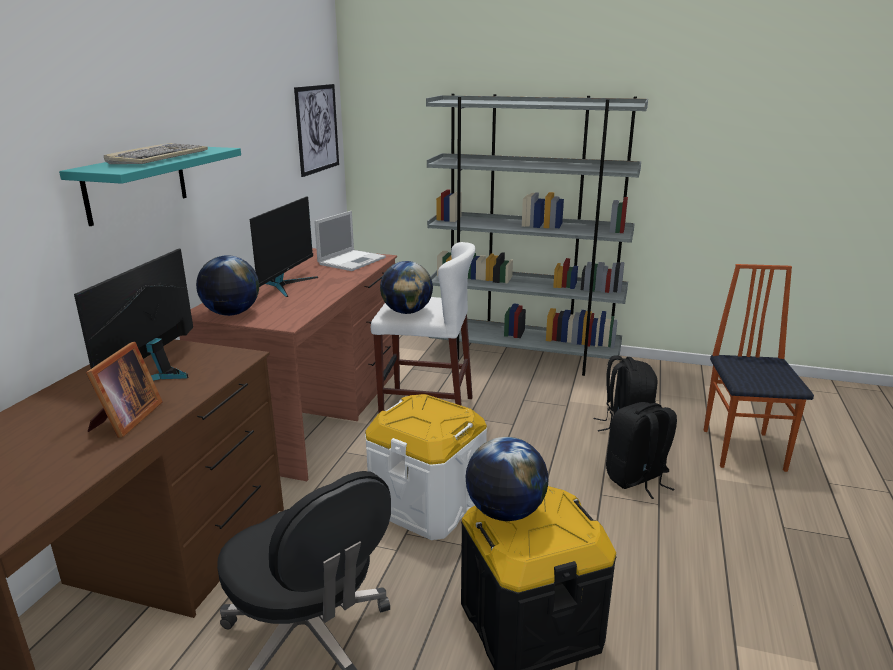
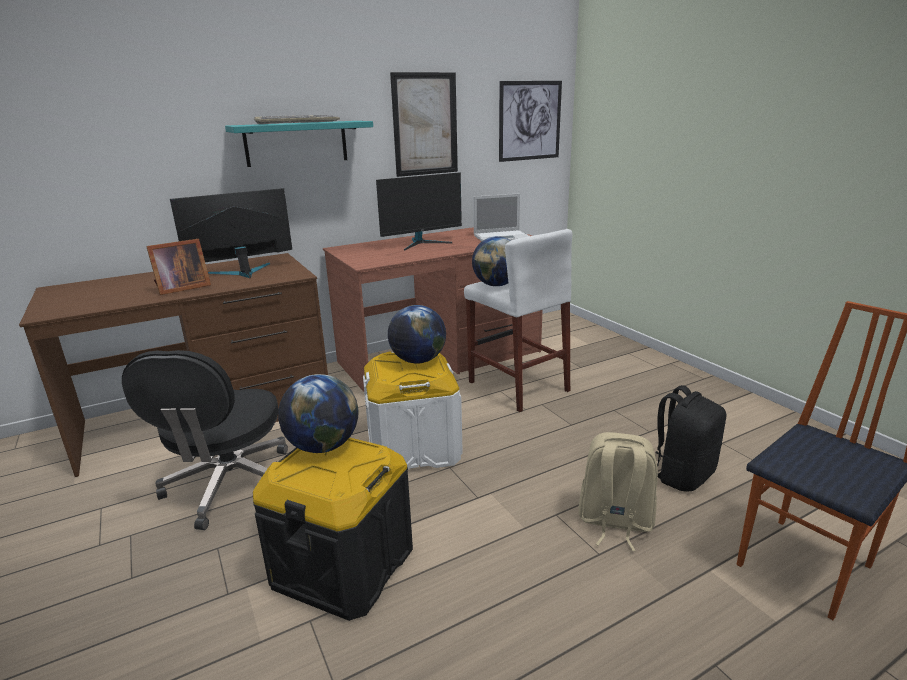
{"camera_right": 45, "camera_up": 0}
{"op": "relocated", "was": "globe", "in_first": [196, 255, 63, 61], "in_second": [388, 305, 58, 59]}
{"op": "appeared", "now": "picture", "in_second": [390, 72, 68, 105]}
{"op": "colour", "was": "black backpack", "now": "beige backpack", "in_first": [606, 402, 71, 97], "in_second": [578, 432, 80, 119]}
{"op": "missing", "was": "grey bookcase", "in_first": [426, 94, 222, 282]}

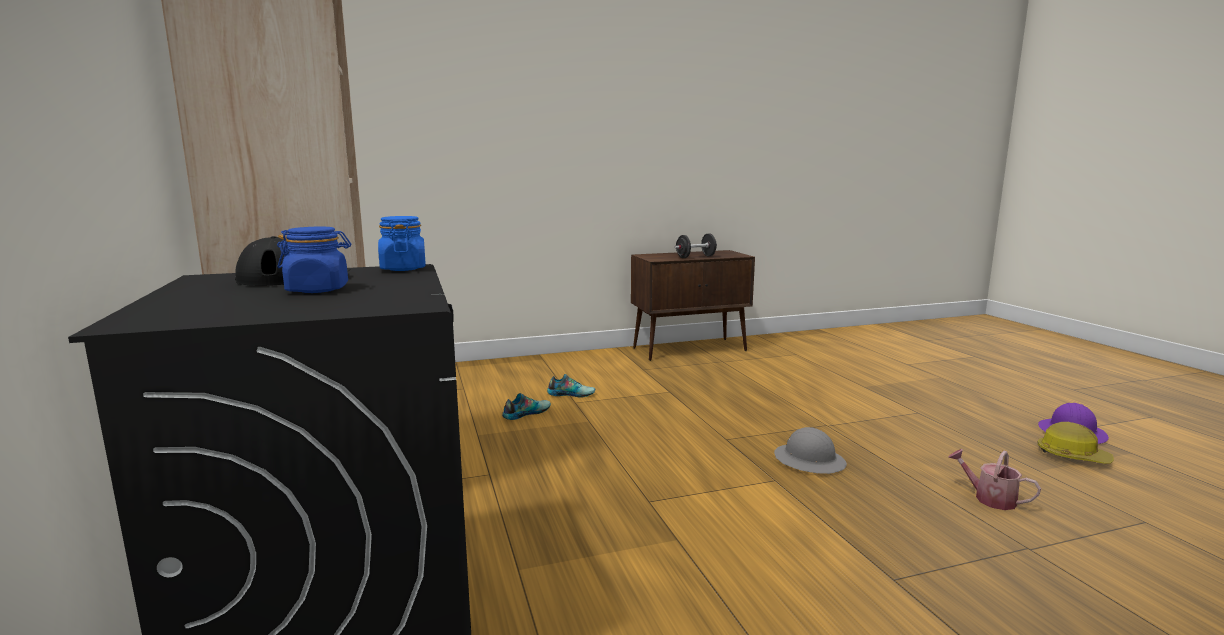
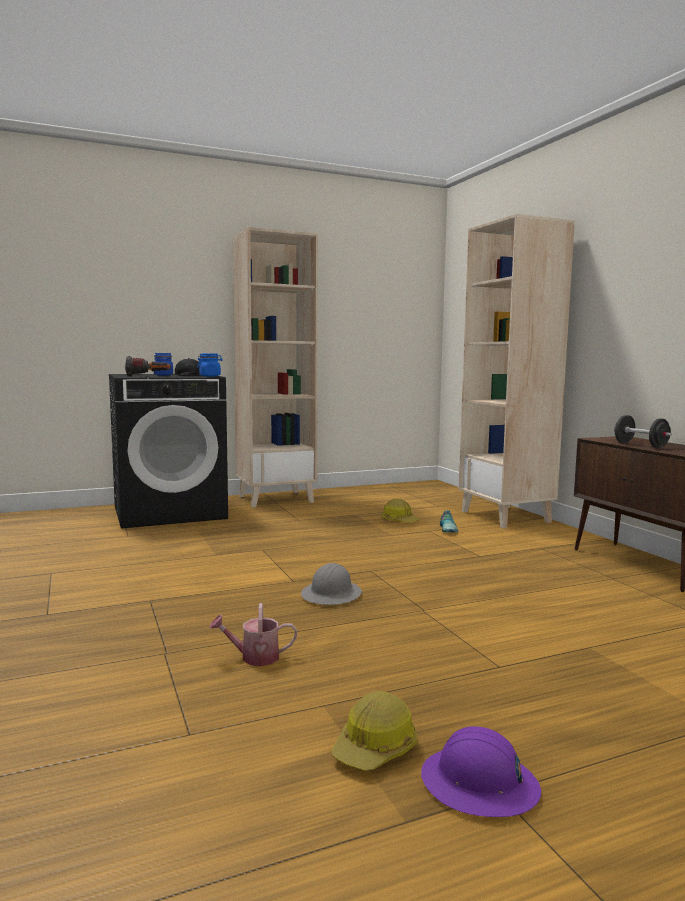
{"camera_right": 85, "camera_up": -5}
{"op": "appeared", "now": "flashlight", "in_second": [125, 356, 46, 20]}
{"op": "spun", "was": "watering can", "in_first": [948, 449, 93, 61], "in_second": [209, 603, 88, 63], "clockwise": -135}
{"op": "exchanged", "was": "shoe", "now": "hard hat", "in_first": [502, 393, 49, 27], "in_second": [381, 499, 39, 23]}
{"op": "appeared", "now": "beige bookcase", "in_second": [458, 214, 117, 314]}

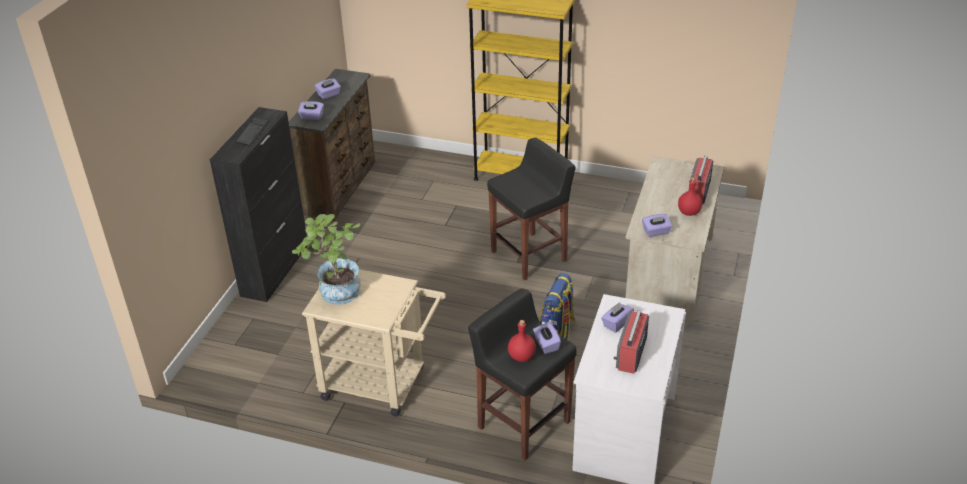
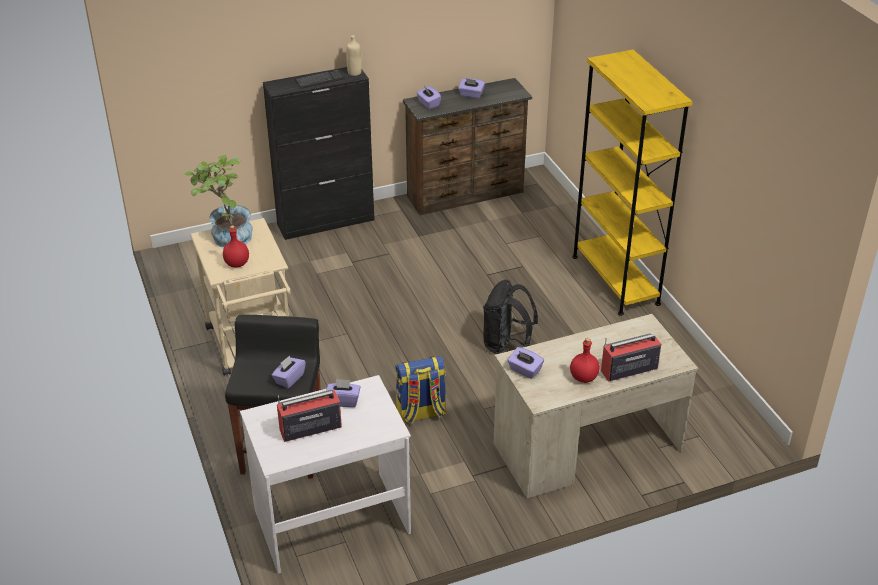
{"camera_right": 50, "camera_up": 0}
{"op": "relocated", "was": "red bottle", "in_first": [508, 320, 28, 42], "in_second": [223, 225, 26, 42]}
{"op": "appeared", "now": "beige bottle", "in_second": [346, 35, 16, 41]}
{"op": "exchanged", "was": "black stool", "now": "black backpack", "in_first": [487, 138, 89, 142], "in_second": [483, 280, 55, 74]}

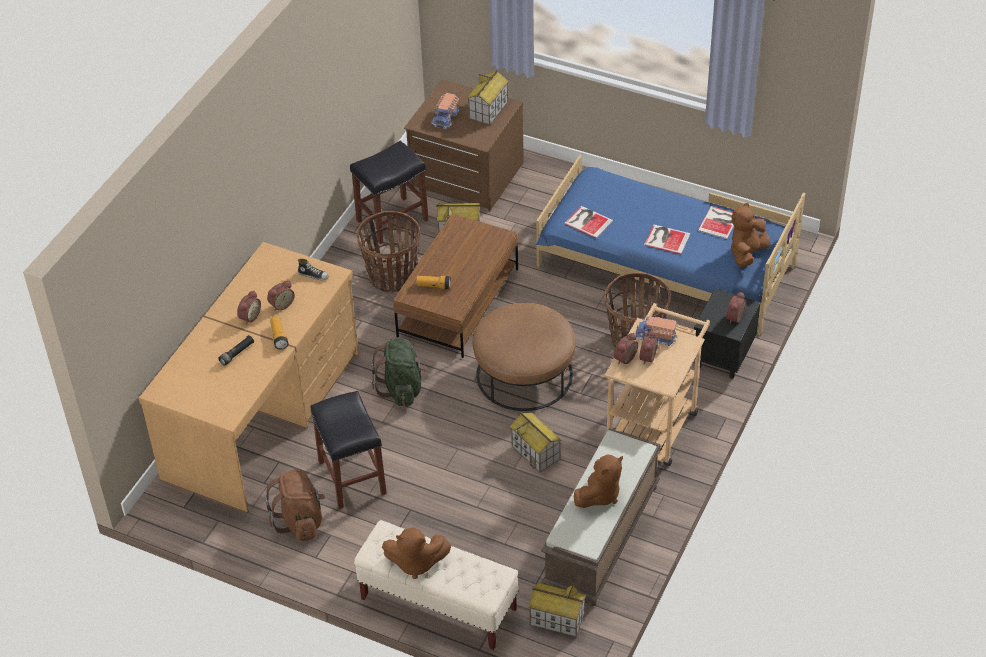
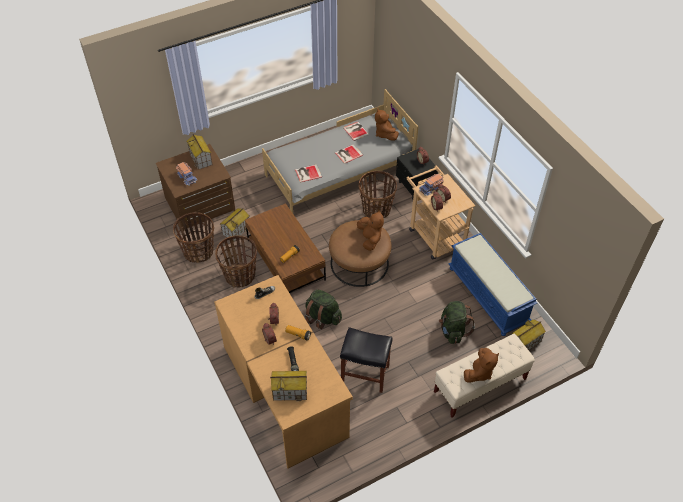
{"camera_right": -55, "camera_up": 5}
{"op": "exchanged", "was": "black stool", "now": "basket", "in_first": [350, 141, 78, 103], "in_second": [173, 212, 41, 51]}
{"op": "colour", "was": "blue bed", "now": "grey bed", "in_first": [536, 155, 270, 180], "in_second": [262, 89, 157, 124]}
{"op": "relocated", "was": "toy house", "in_first": [510, 412, 52, 61], "in_second": [270, 371, 37, 30]}
{"op": "relocated", "was": "brown plush toy", "in_first": [574, 454, 49, 54], "in_second": [357, 210, 27, 41]}
{"op": "appeared", "now": "green backpack", "in_second": [439, 301, 36, 43]}
{"op": "colour", "was": "brown bench", "now": "blue bench", "in_first": [541, 428, 121, 179], "in_second": [449, 233, 88, 103]}
{"op": "missing", "was": "brown backpack", "in_first": [265, 470, 60, 71]}

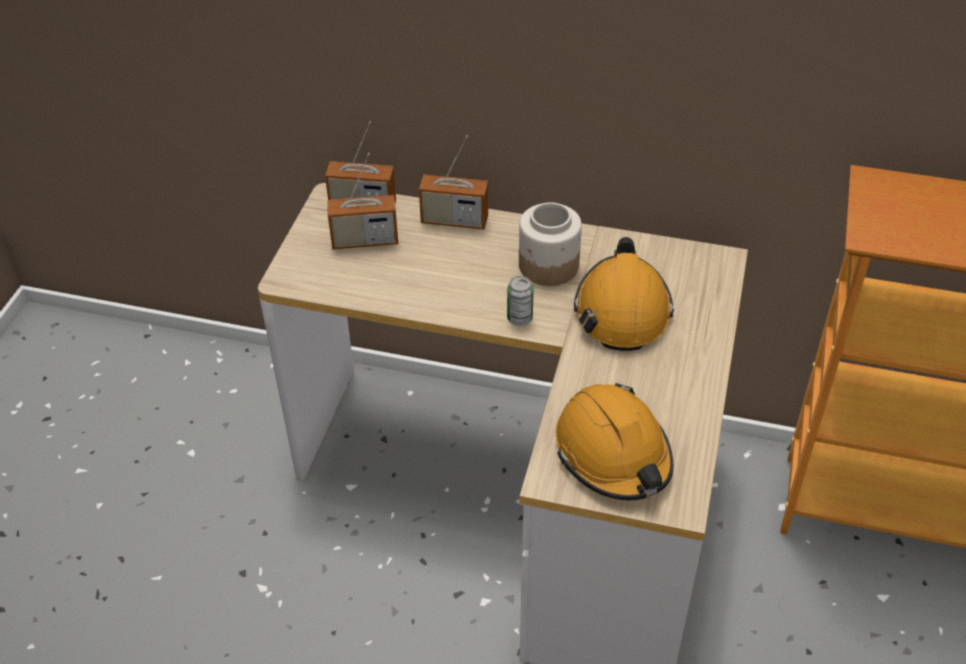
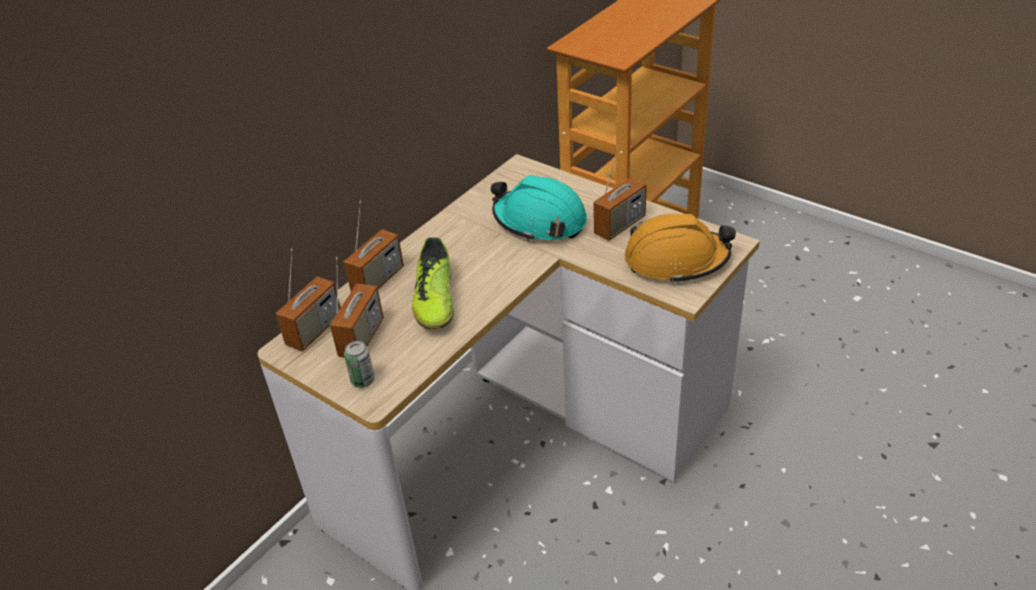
{"camera_right": -65, "camera_up": -5}
{"op": "relocated", "was": "can", "in_first": [507, 276, 27, 50], "in_second": [344, 341, 31, 47]}
{"op": "appeared", "now": "shoe", "in_second": [412, 237, 42, 92]}
{"op": "colour", "was": "orange hard hat", "now": "turquoise hard hat", "in_first": [574, 237, 100, 114], "in_second": [491, 175, 96, 66]}
{"op": "appeared", "now": "radio", "in_second": [593, 146, 54, 95]}
{"op": "missing", "was": "jar", "in_first": [519, 202, 63, 84]}

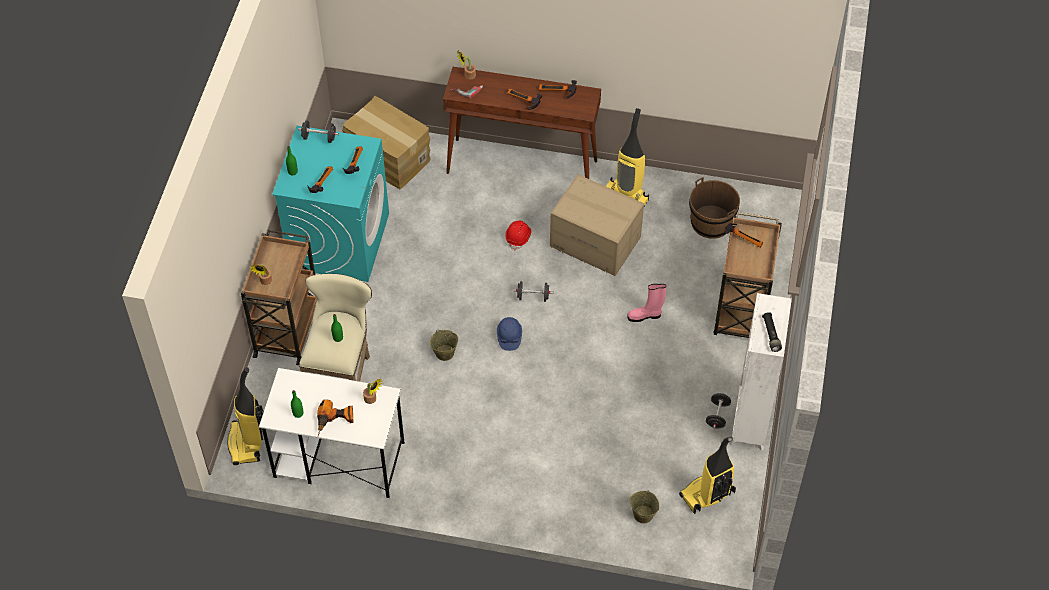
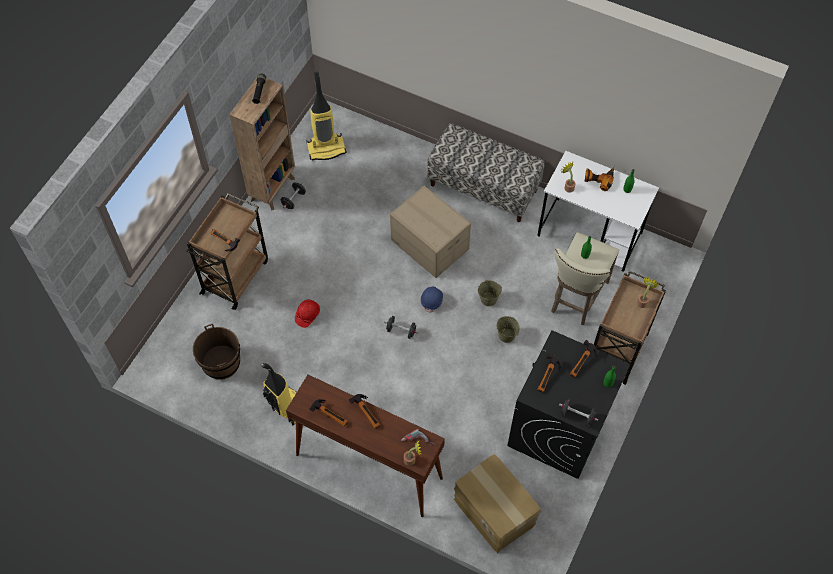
{"camera_right": -165, "camera_up": 5}
{"op": "colour", "was": "white bookcase", "now": "brown bookcase", "in_first": [729, 293, 63, 158], "in_second": [229, 78, 66, 133]}
{"op": "relocated", "was": "red hard hat", "in_first": [505, 220, 26, 30], "in_second": [295, 299, 25, 29]}
{"op": "relocated", "was": "cardboard box", "in_first": [550, 174, 94, 102], "in_second": [390, 186, 81, 92]}
{"op": "appeared", "now": "bench", "in_second": [427, 123, 118, 99]}
{"op": "relocated", "was": "beige bucket", "in_first": [630, 490, 29, 33], "in_second": [496, 316, 24, 27]}
{"op": "colour", "was": "turquoise washing machine", "now": "black washing machine", "in_first": [272, 126, 117, 156], "in_second": [507, 330, 123, 149]}
{"op": "missing", "was": "vacuum cleaner", "in_first": [227, 367, 37, 98]}
{"op": "missing", "was": "pink boot", "in_first": [627, 284, 39, 38]}

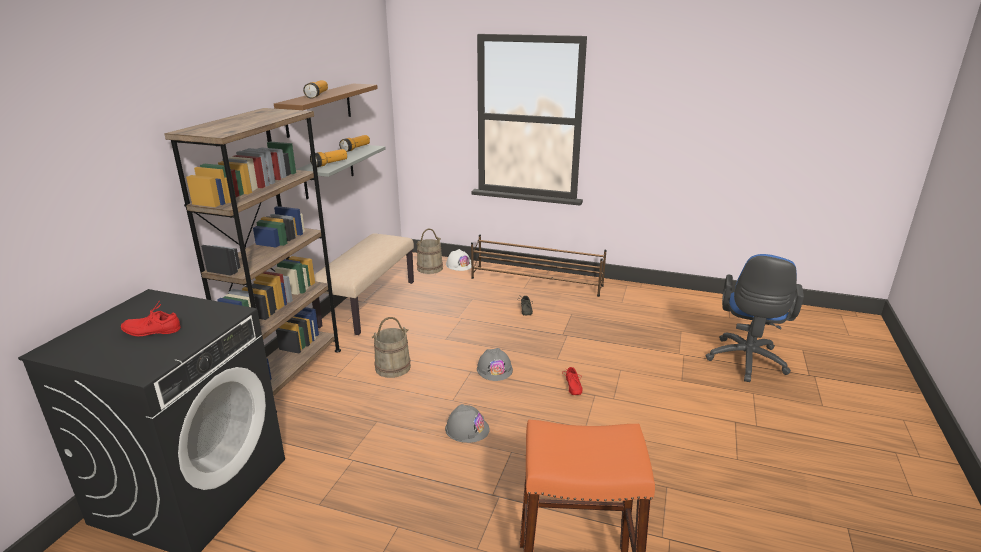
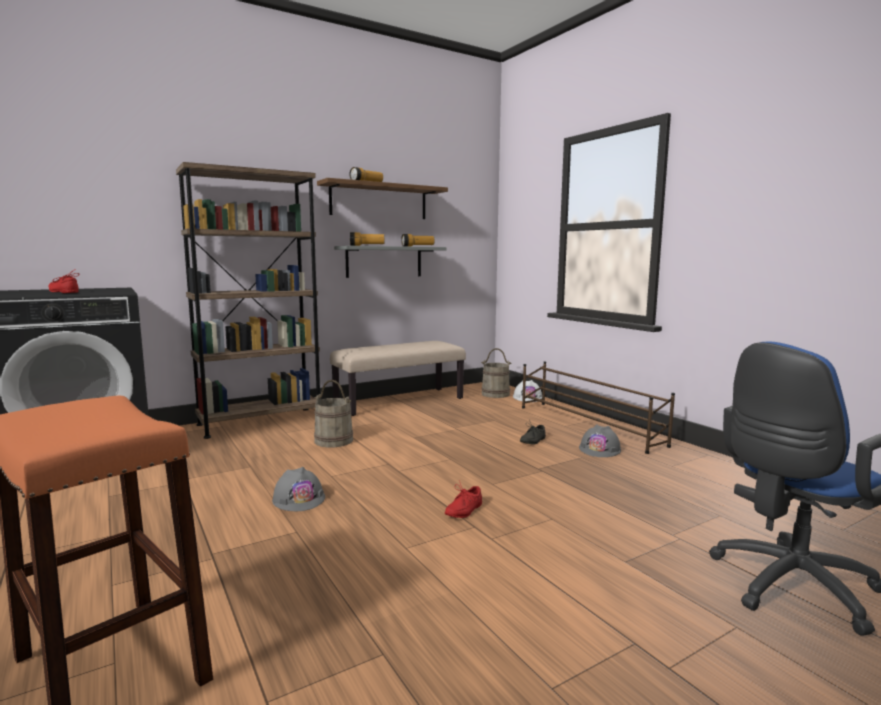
{"camera_right": 40, "camera_up": -15}
{"op": "relocated", "was": "grey hard hat", "in_first": [477, 348, 36, 33], "in_second": [579, 424, 42, 33]}

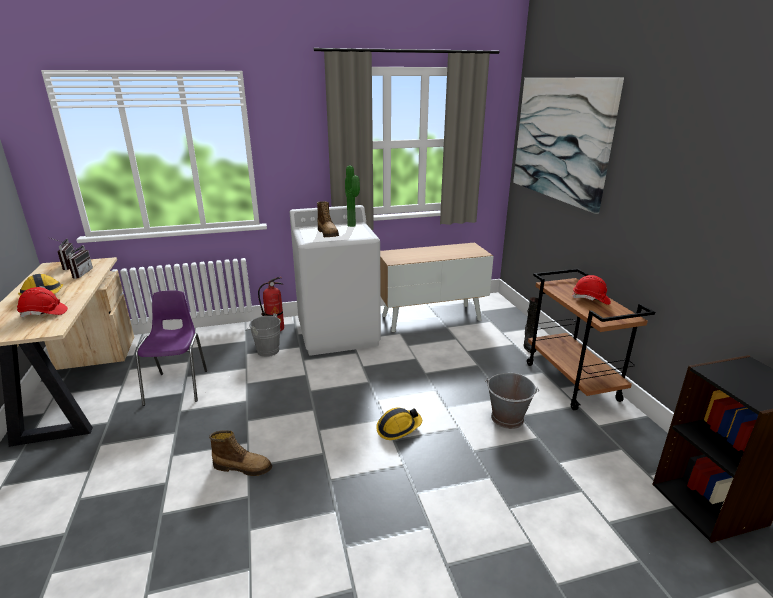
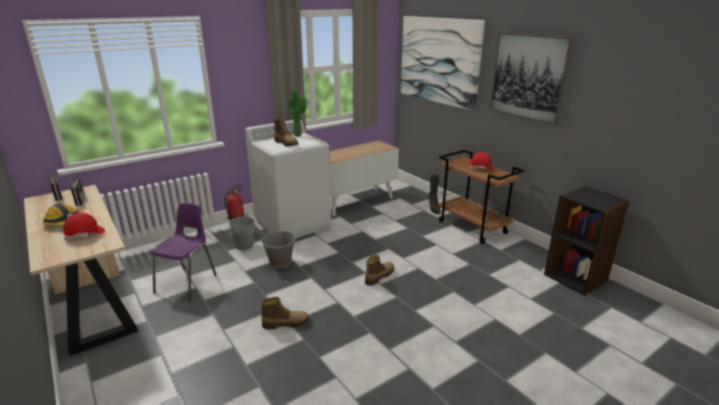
{"camera_right": -20, "camera_up": 0}
{"op": "spun", "was": "purple chair", "in_first": [135, 291, 72, 115], "in_second": [152, 203, 65, 99], "clockwise": 45}
{"op": "relocated", "was": "grey bucket", "in_first": [485, 373, 54, 56], "in_second": [259, 231, 38, 38]}
{"op": "exchanged", "was": "hard hat", "now": "boot", "in_first": [376, 408, 46, 32], "in_second": [365, 255, 30, 31]}
{"op": "appeared", "now": "picture", "in_second": [490, 32, 84, 93]}

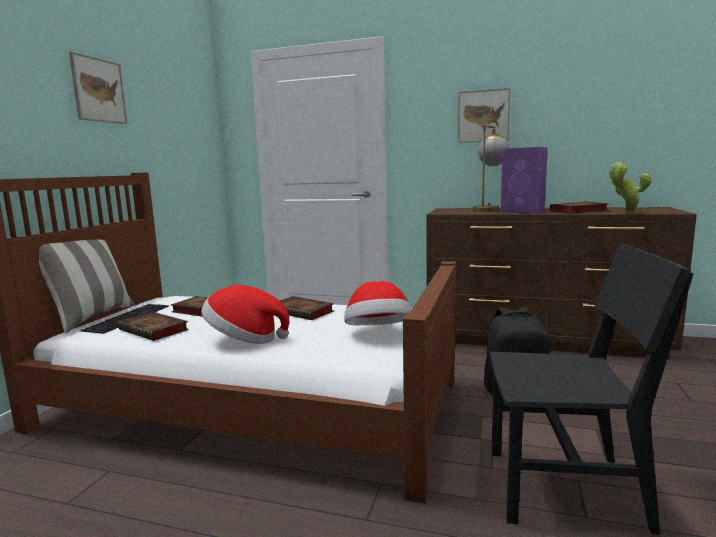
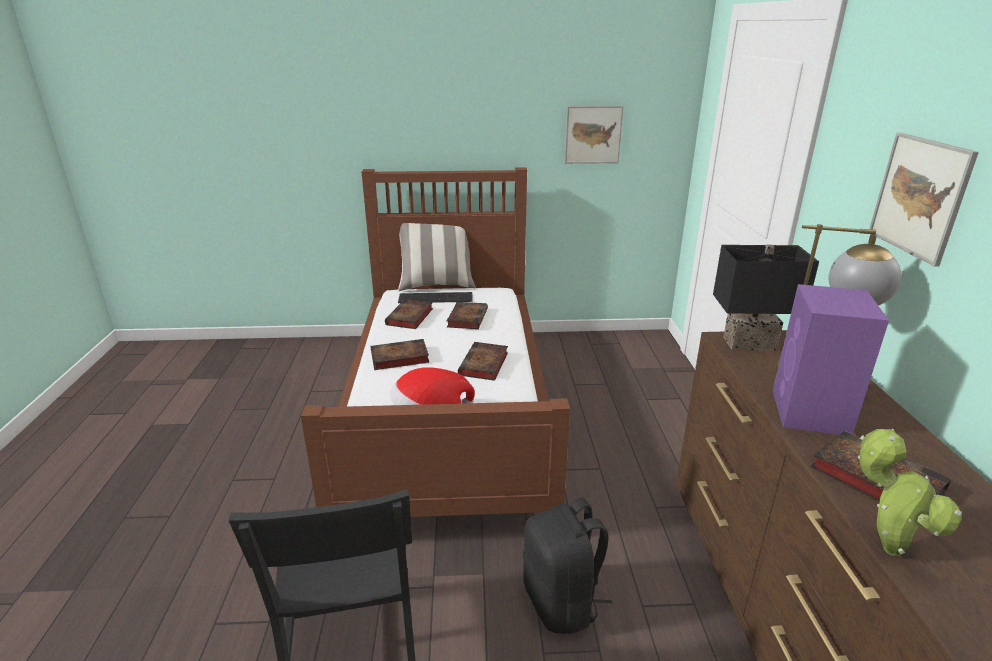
{"camera_right": 70, "camera_up": 15}
{"op": "exchanged", "was": "hat", "now": "book", "in_first": [201, 285, 88, 59], "in_second": [371, 339, 58, 31]}
{"op": "relocated", "was": "picture", "in_first": [69, 51, 59, 73], "in_second": [565, 106, 59, 58]}
{"op": "appeared", "now": "black table lamp", "in_second": [713, 244, 106, 106]}

